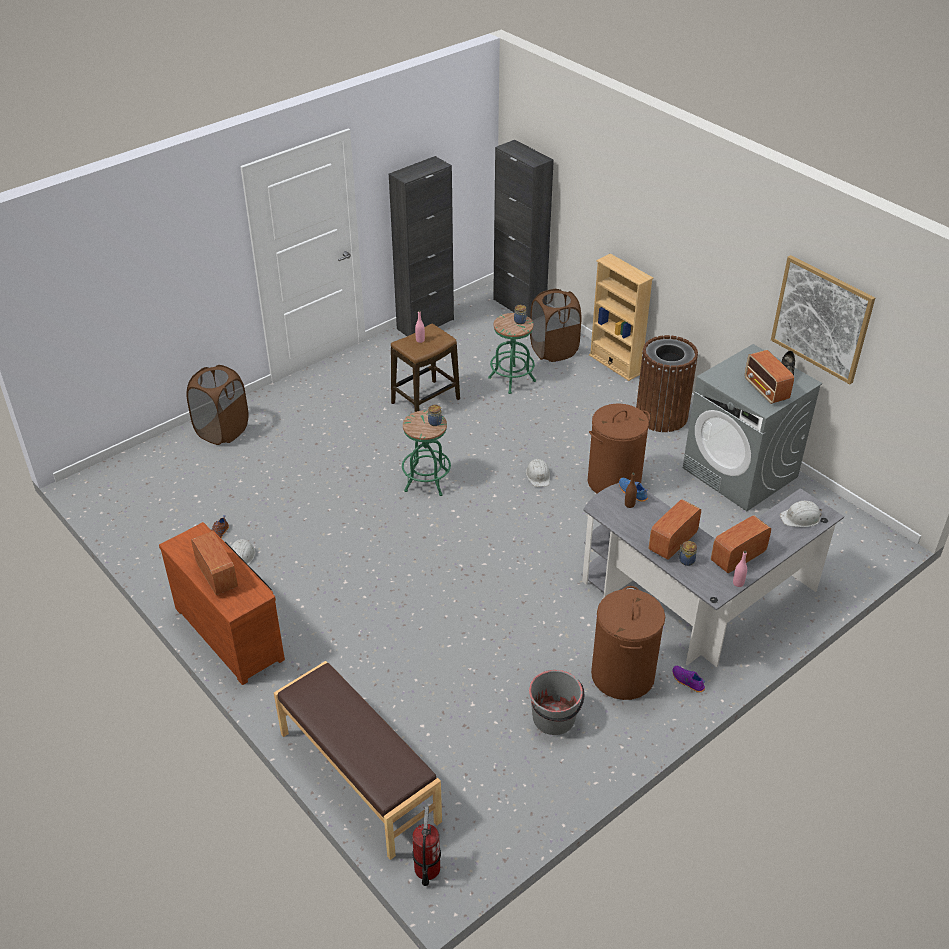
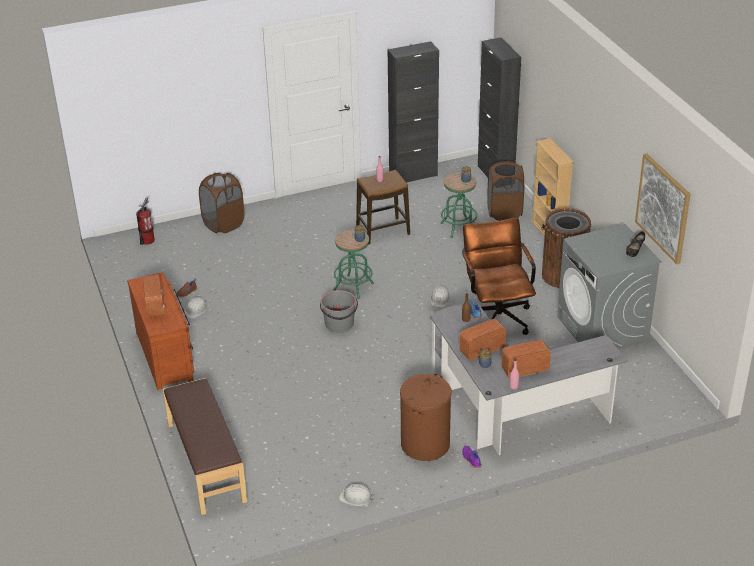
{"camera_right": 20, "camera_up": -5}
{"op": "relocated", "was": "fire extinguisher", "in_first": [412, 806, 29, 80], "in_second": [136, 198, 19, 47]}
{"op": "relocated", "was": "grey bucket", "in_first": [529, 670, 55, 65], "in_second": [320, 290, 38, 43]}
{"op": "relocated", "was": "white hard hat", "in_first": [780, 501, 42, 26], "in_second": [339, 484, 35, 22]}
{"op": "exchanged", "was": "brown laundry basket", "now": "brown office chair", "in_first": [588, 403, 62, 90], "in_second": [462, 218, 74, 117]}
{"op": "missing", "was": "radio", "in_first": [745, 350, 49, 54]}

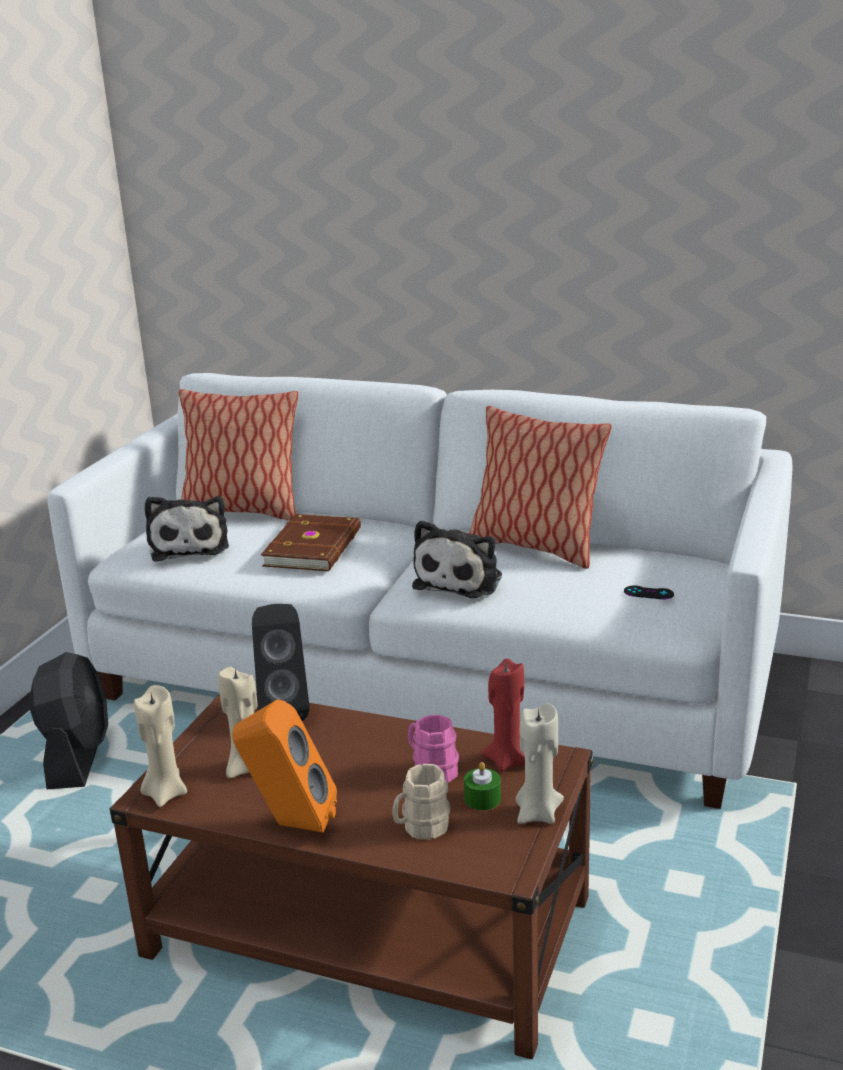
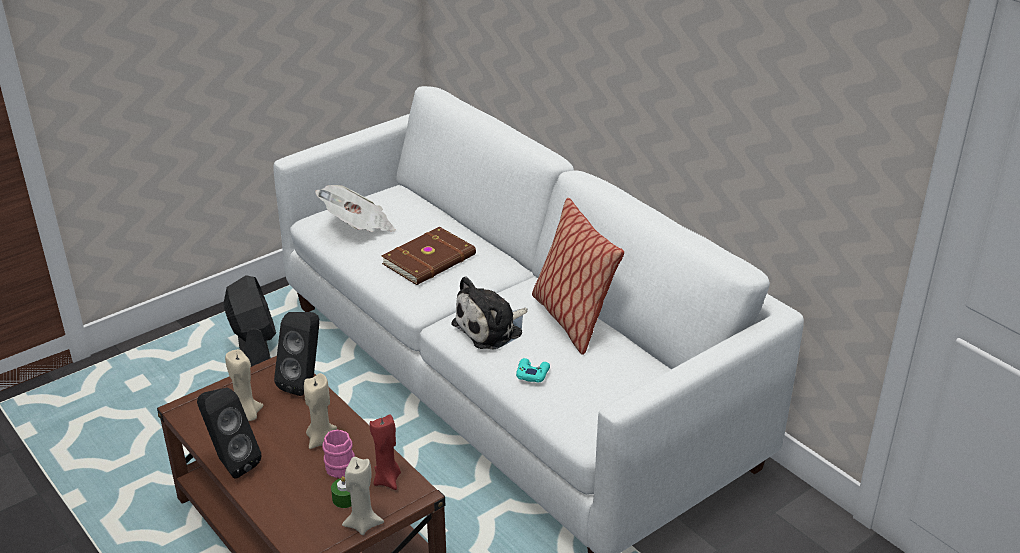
{"camera_right": 30, "camera_up": 10}
{"op": "colour", "was": "orange speaker", "now": "black speaker", "in_first": [232, 699, 105, 134], "in_second": [197, 388, 65, 91]}
{"op": "spun", "was": "black fan", "in_first": [30, 652, 78, 137], "in_second": [223, 275, 53, 92], "clockwise": -45}
{"op": "relocated", "was": "beige candle", "in_first": [134, 685, 53, 122], "in_second": [304, 373, 33, 76]}
{"op": "exchanged", "was": "plush toy", "now": "newspaper", "in_first": [145, 496, 84, 66], "in_second": [315, 185, 81, 47]}
{"op": "appeared", "now": "turquoise game controller", "in_second": [516, 358, 34, 24]}
{"op": "missing", "was": "pillow", "in_first": [179, 389, 119, 132]}
{"op": "missing", "was": "beige mug", "in_first": [392, 764, 58, 76]}
{"op": "missing", "was": "black game controller", "in_first": [624, 585, 50, 14]}

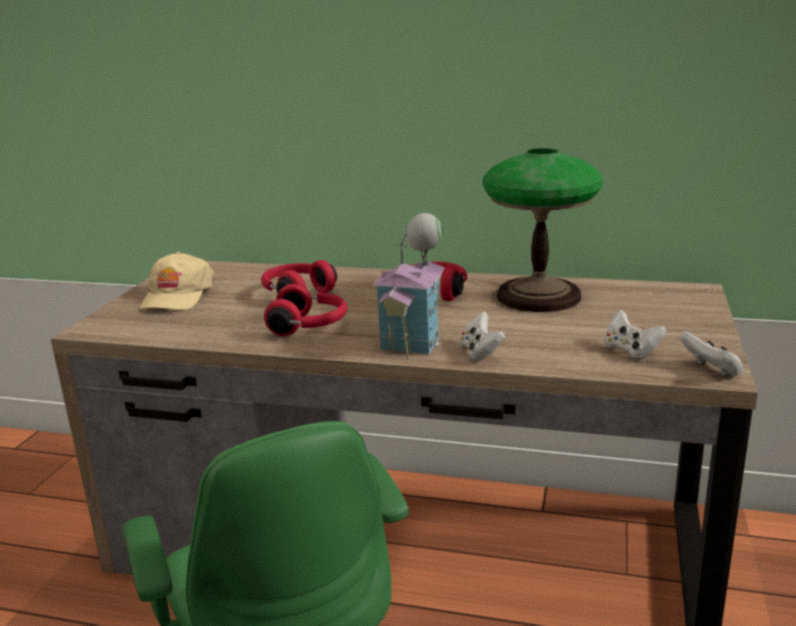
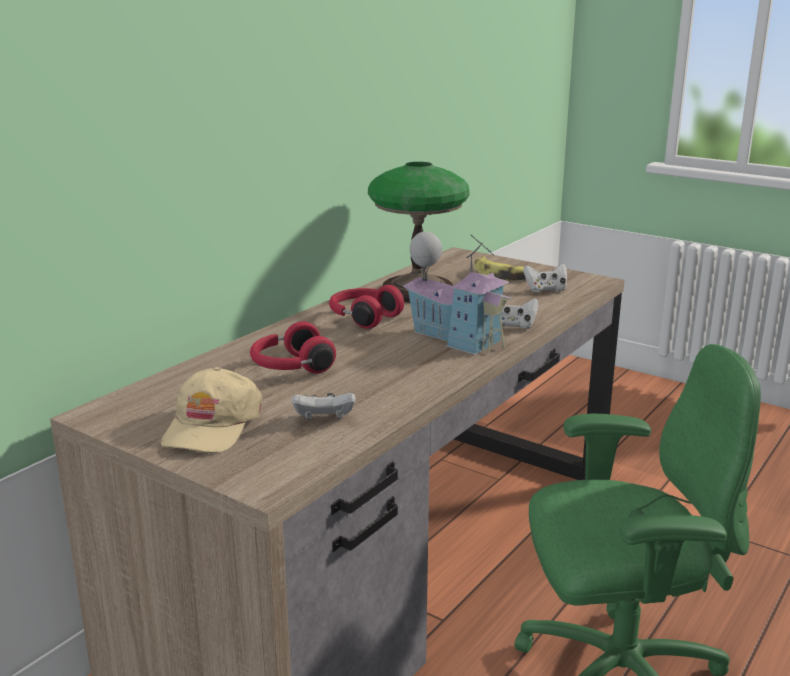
{"camera_right": -70, "camera_up": 0}
{"op": "spun", "was": "beige cap", "in_first": [139, 252, 76, 58], "in_second": [161, 367, 102, 86], "clockwise": 75}
{"op": "relocated", "was": "white game controller", "in_first": [679, 331, 64, 45], "in_second": [292, 393, 64, 27]}
{"op": "appeared", "now": "banana", "in_second": [474, 256, 52, 25]}
{"op": "missing", "was": "red headphones", "in_first": [264, 284, 83, 52]}

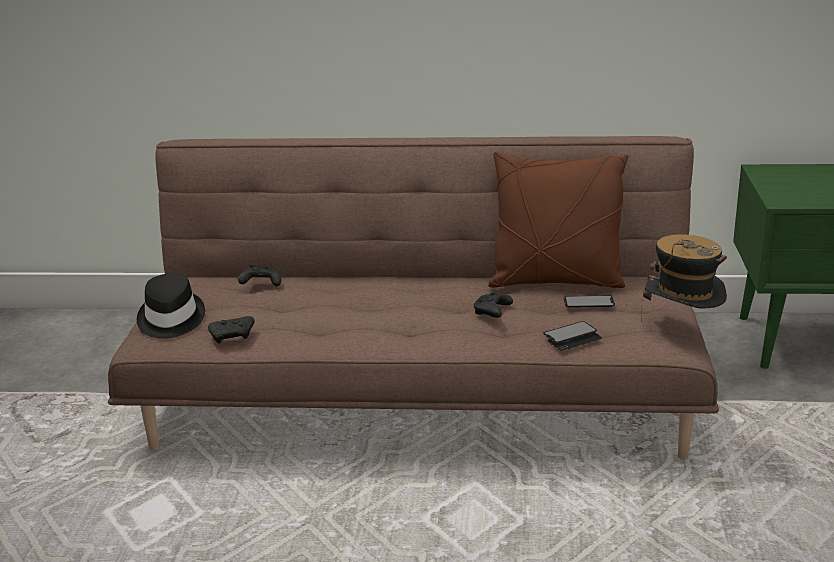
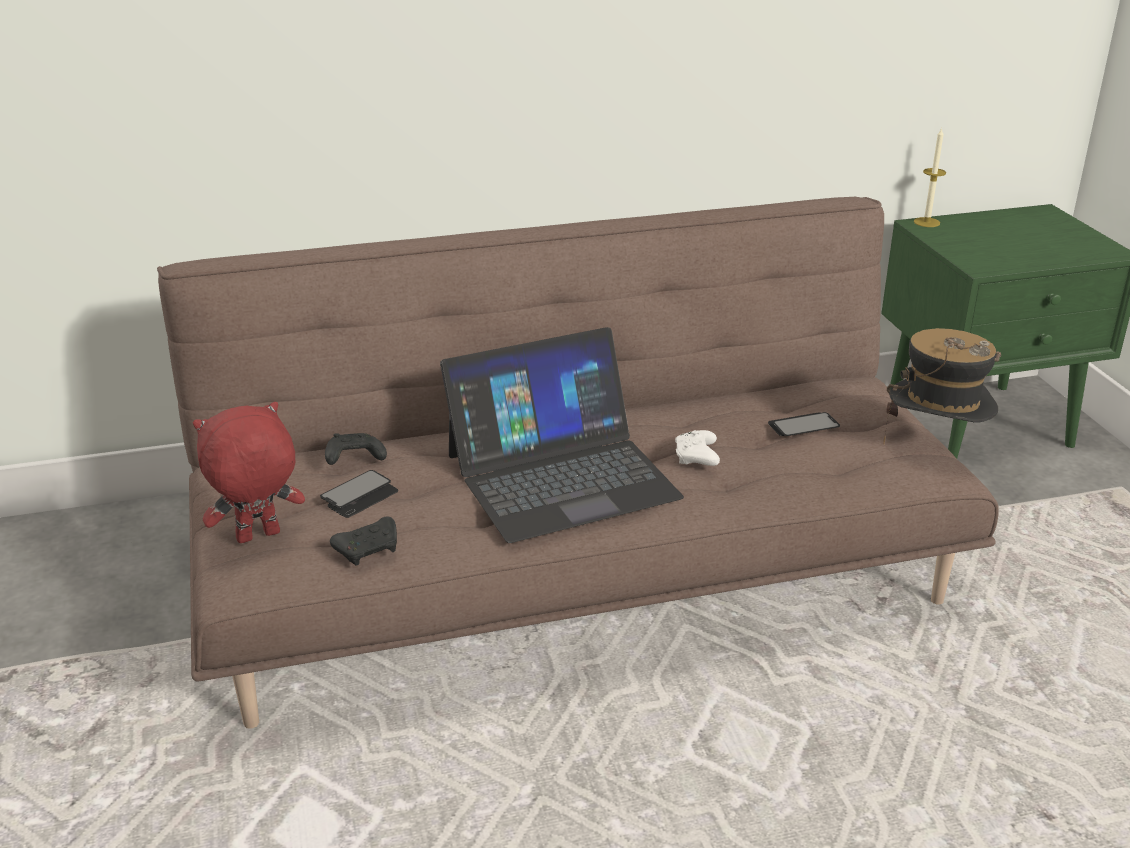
{"camera_right": -20, "camera_up": 5}
{"op": "exchanged", "was": "black hat", "now": "red plush toy", "in_first": [137, 273, 68, 66], "in_second": [193, 402, 112, 141]}
{"op": "relocated", "was": "phone", "in_first": [543, 321, 59, 30], "in_second": [320, 470, 78, 48]}
{"op": "appeared", "now": "laptop", "in_second": [440, 327, 244, 216]}
{"op": "colour", "was": "black game controller", "now": "white game controller", "in_first": [474, 292, 39, 26], "in_second": [675, 430, 45, 36]}
{"op": "appeared", "now": "candle", "in_second": [914, 128, 32, 99]}
{"op": "missing", "was": "brown pillow", "in_first": [488, 152, 140, 136]}

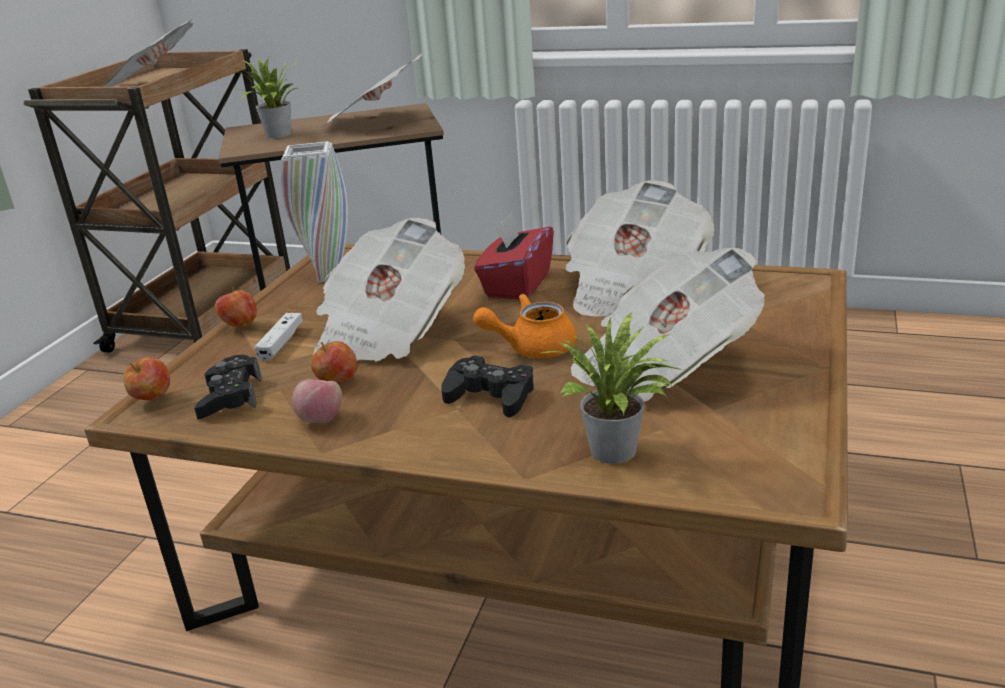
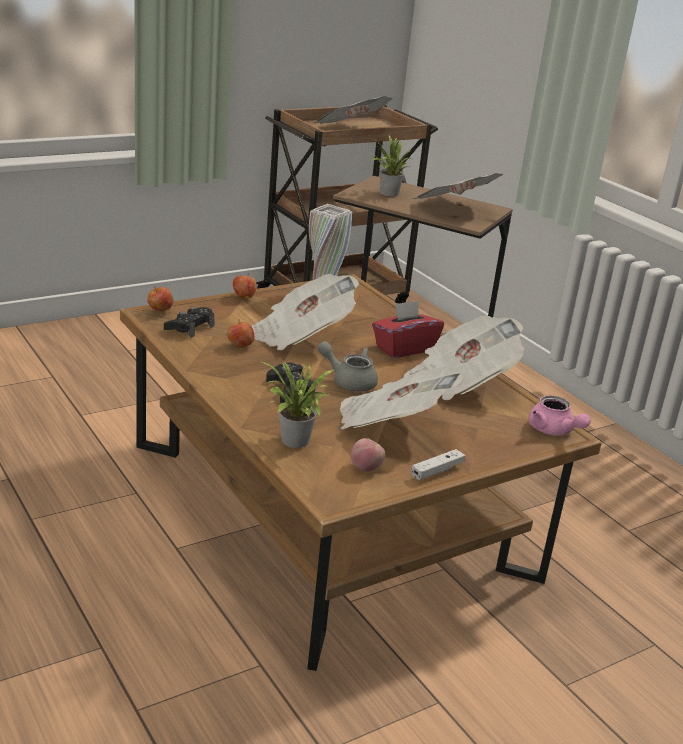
{"camera_right": 35, "camera_up": 0}
{"op": "colour", "was": "orange teapot", "now": "grey teapot", "in_first": [473, 294, 104, 64], "in_second": [317, 341, 61, 50]}
{"op": "relocated", "was": "apple", "in_first": [292, 379, 50, 44], "in_second": [351, 438, 34, 34]}
{"op": "relocated", "was": "white game controller", "in_first": [254, 313, 49, 48], "in_second": [411, 449, 54, 31]}
{"op": "appeared", "now": "pink teapot", "in_second": [528, 396, 63, 39]}

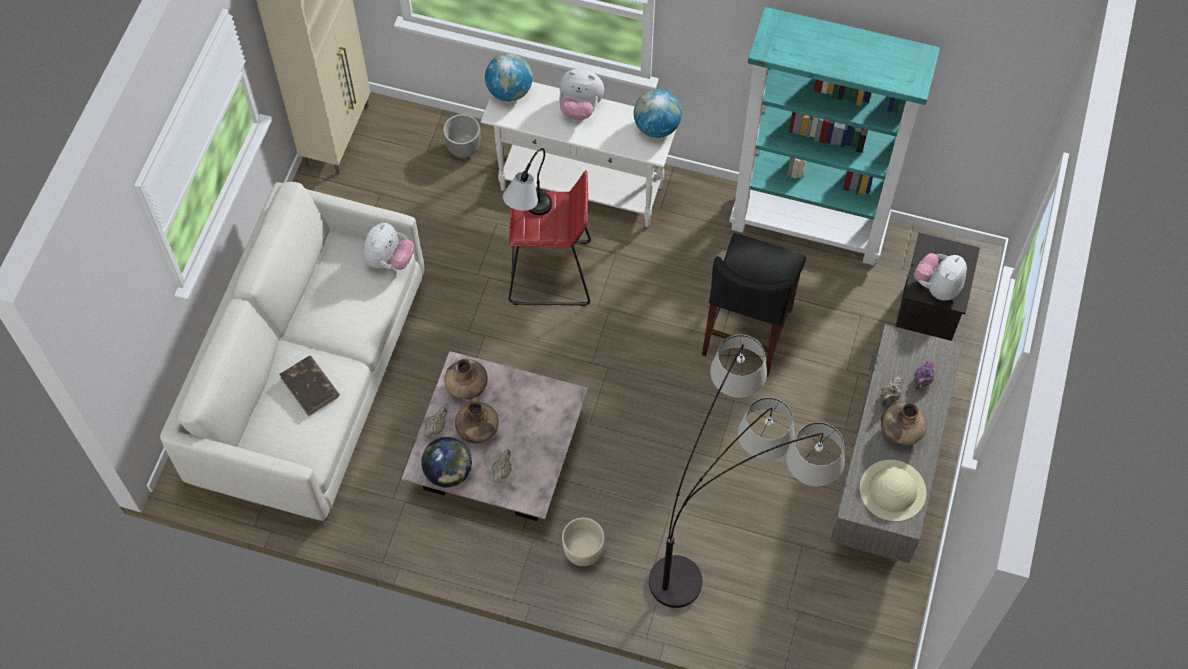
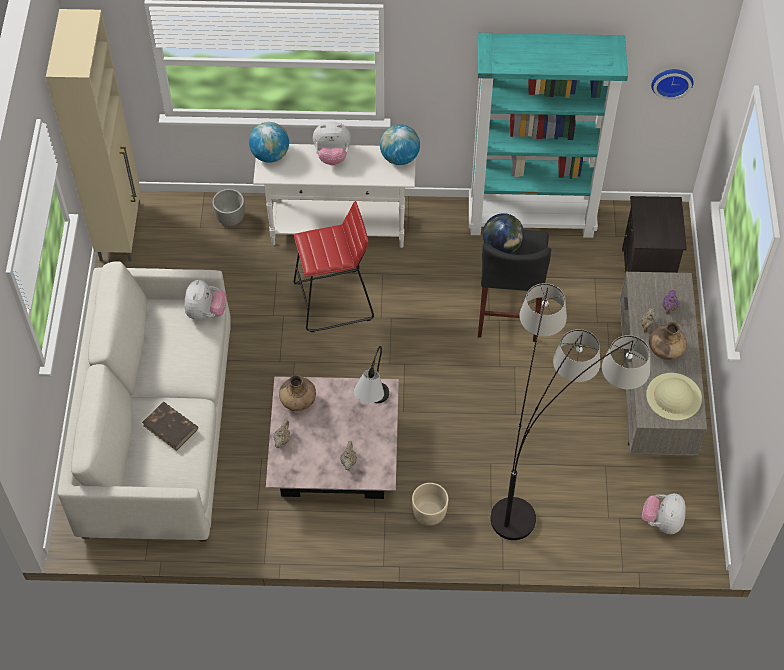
{"camera_right": -15, "camera_up": -5}
{"op": "relocated", "was": "table lamp", "in_first": [503, 148, 49, 67], "in_second": [354, 346, 35, 57]}
{"op": "relocated", "was": "globe", "in_first": [421, 437, 51, 50], "in_second": [483, 213, 41, 41]}
{"op": "relocated", "was": "plush toy", "in_first": [914, 253, 53, 48], "in_second": [642, 493, 44, 41]}
{"op": "appeared", "now": "wall clock", "in_second": [651, 69, 43, 31]}
{"op": "missing", "was": "brown vase", "in_first": [455, 401, 44, 42]}

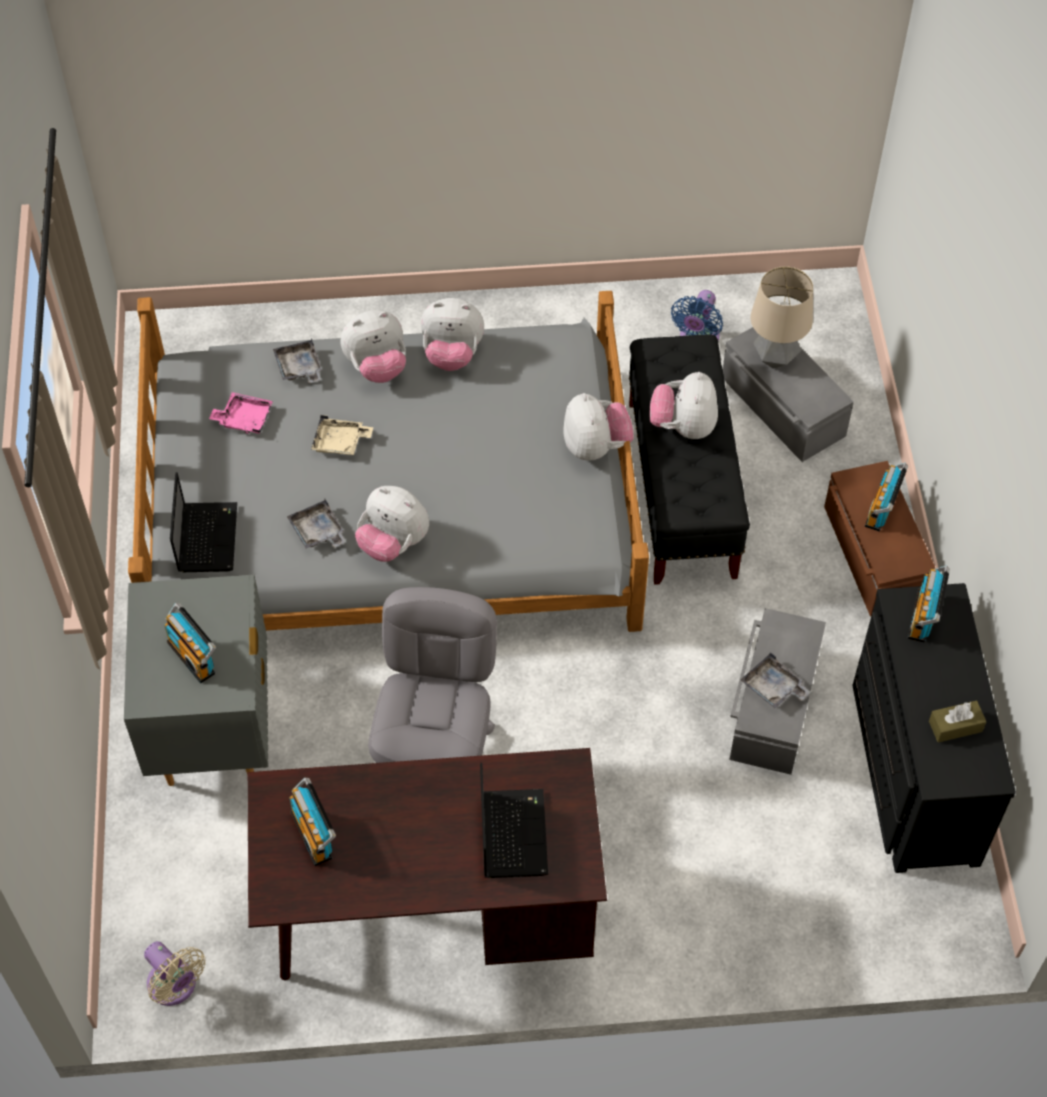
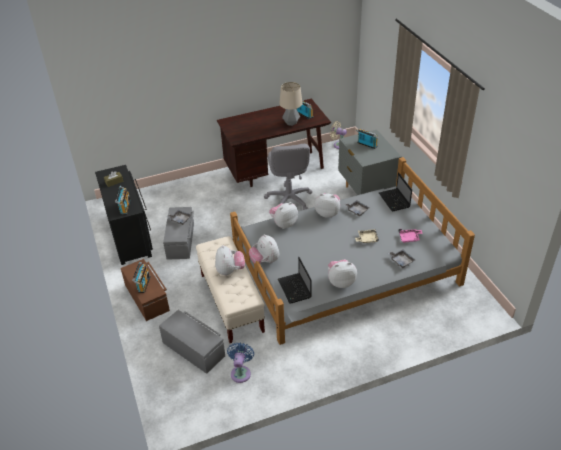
{"camera_right": 165, "camera_up": -15}
{"op": "colour", "was": "black bench", "now": "beige bench", "in_first": [629, 334, 121, 251], "in_second": [196, 236, 69, 107]}
{"op": "relocated", "was": "plush toy", "in_first": [340, 310, 66, 73], "in_second": [269, 202, 29, 27]}
{"op": "relocated", "was": "laptop", "in_first": [480, 763, 68, 115], "in_second": [278, 257, 34, 47]}
{"op": "relocated", "was": "table lamp", "in_first": [751, 266, 62, 103], "in_second": [279, 82, 24, 44]}

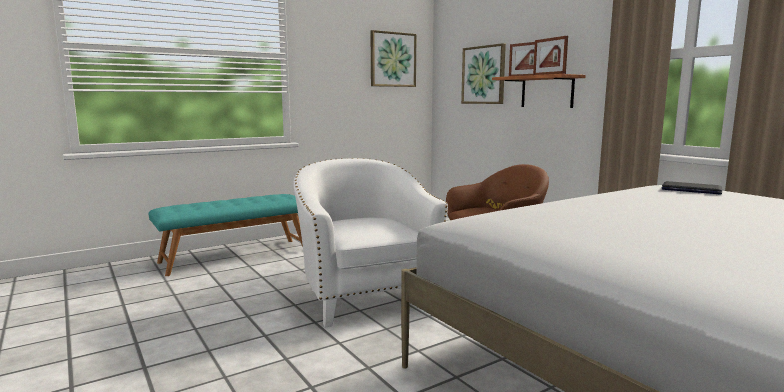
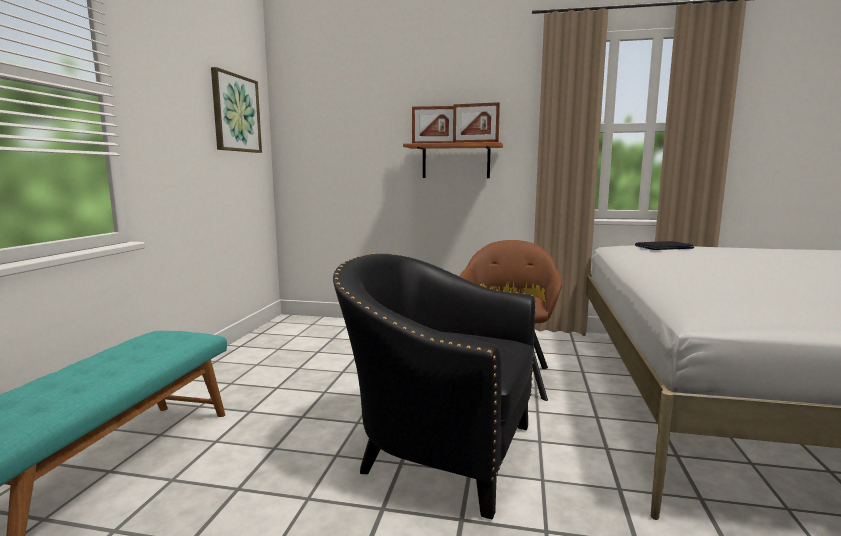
{"camera_right": -45, "camera_up": 0}
{"op": "colour", "was": "white armchair", "now": "black armchair", "in_first": [293, 158, 155, 170], "in_second": [333, 253, 203, 266]}
{"op": "missing", "was": "picture", "in_first": [461, 43, 45, 61]}

